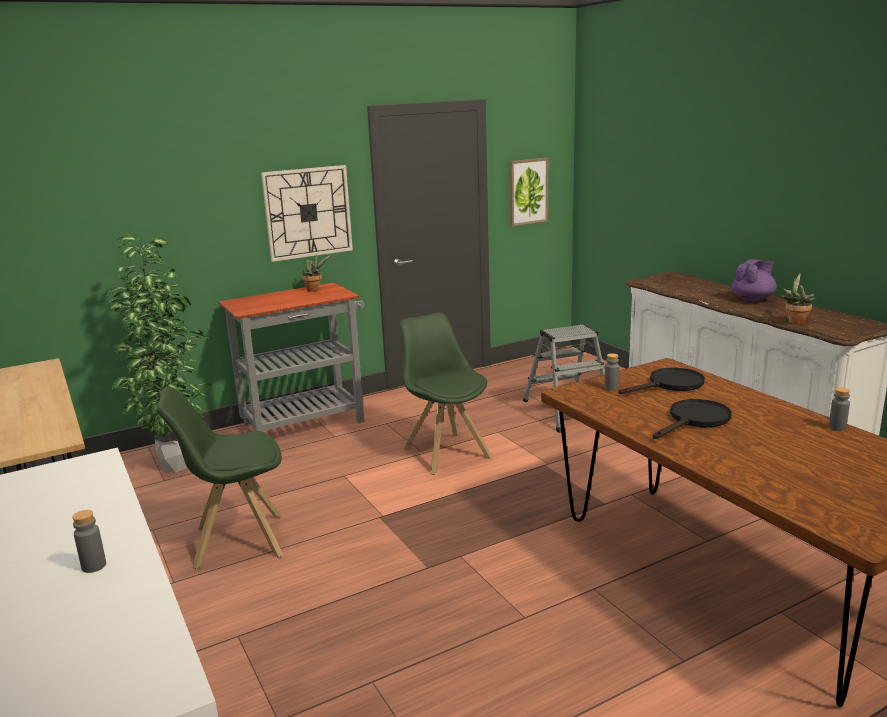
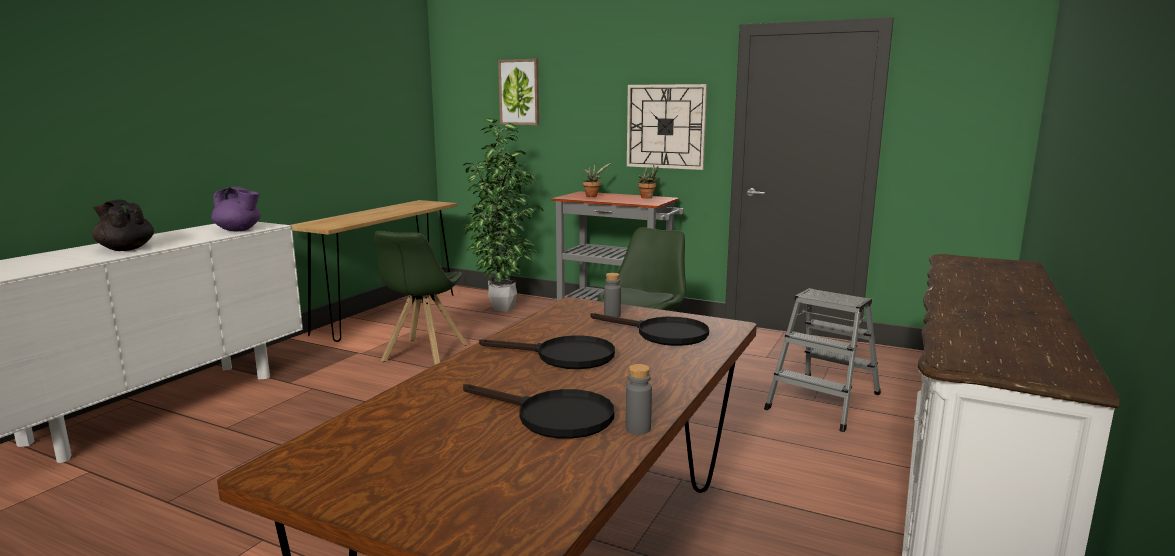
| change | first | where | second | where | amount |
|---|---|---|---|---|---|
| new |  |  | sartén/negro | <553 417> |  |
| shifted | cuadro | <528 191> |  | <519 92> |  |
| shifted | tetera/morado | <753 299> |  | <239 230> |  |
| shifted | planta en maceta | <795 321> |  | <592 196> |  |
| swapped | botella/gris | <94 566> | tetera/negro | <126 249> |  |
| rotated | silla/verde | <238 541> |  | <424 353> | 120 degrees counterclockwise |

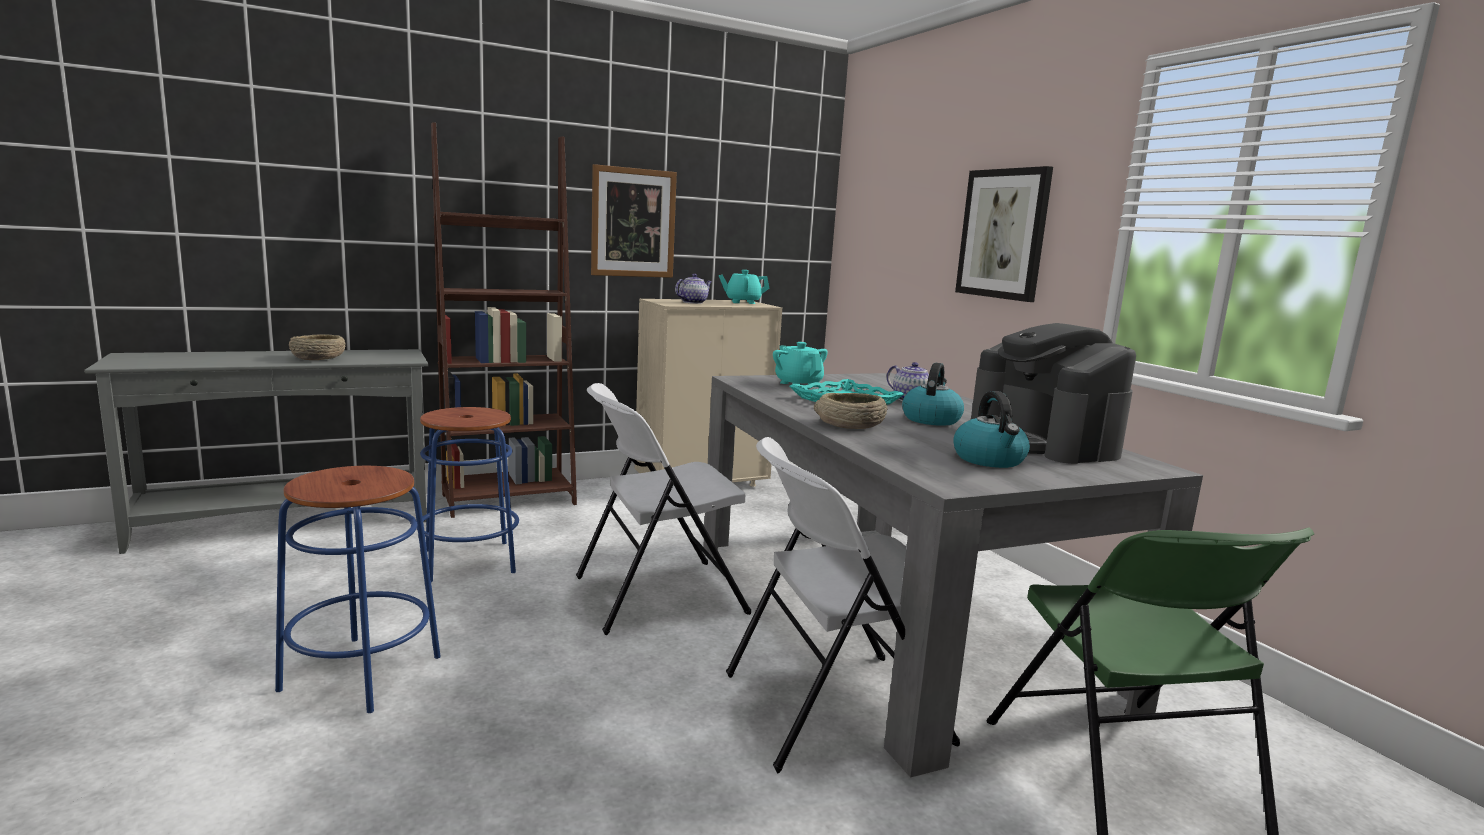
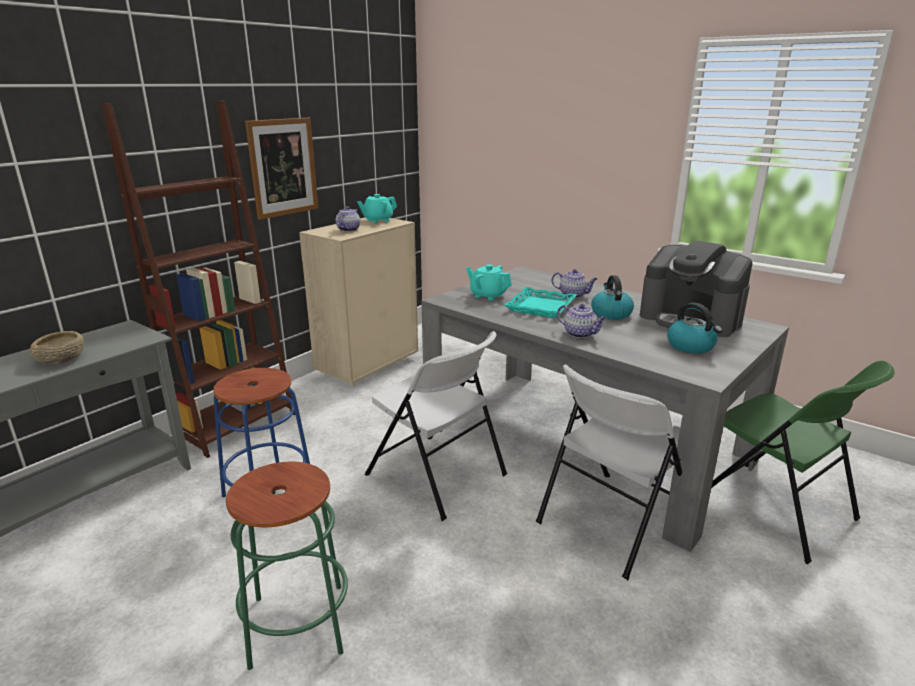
| change | first | where | second | where | amount |
|---|---|---|---|---|---|
| gone | cuadro | <1003 234> |  |  |  |
| swapped | cuenco/beis | <850 425> | tetera | <580 334> |  |
| repainted | taburete/azul | <361 673> | taburete/verde | <297 624> |  |
| rotated | silla/blanco | <660 594> |  | <435 475> | 90 degrees counterclockwise |

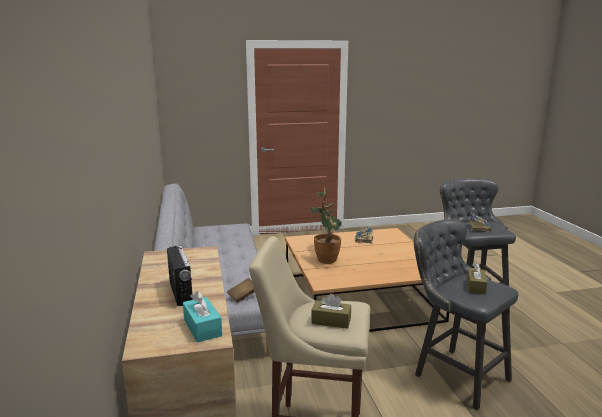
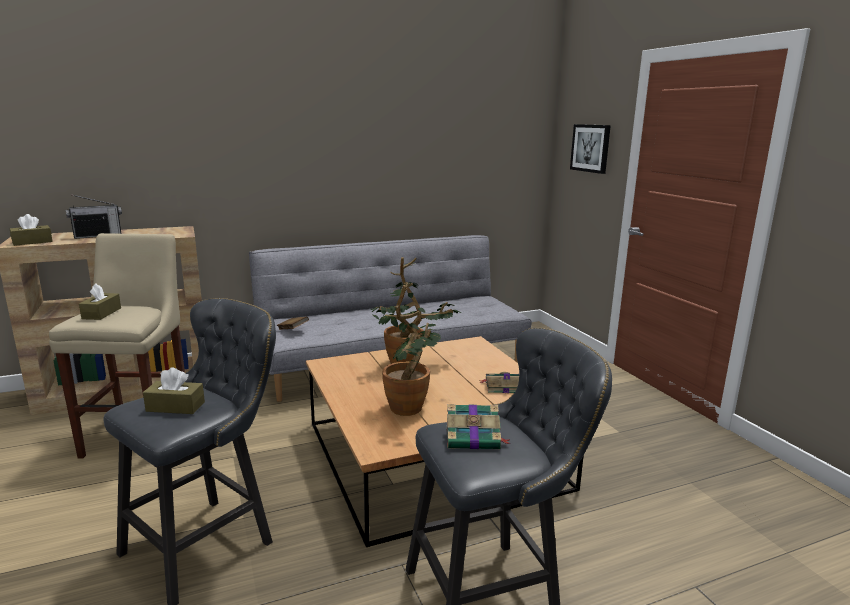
| change | first | where | second | where | amount |
|---|---|---|---|---|---|
| new |  |  | planta en maceta | <411 405> |  |
| new |  |  | cuadro | <590 148> |  |
| repainted | caja de pañuelos/turquesa | <202 327> | caja de pañuelos/marrón | <32 242> |  |

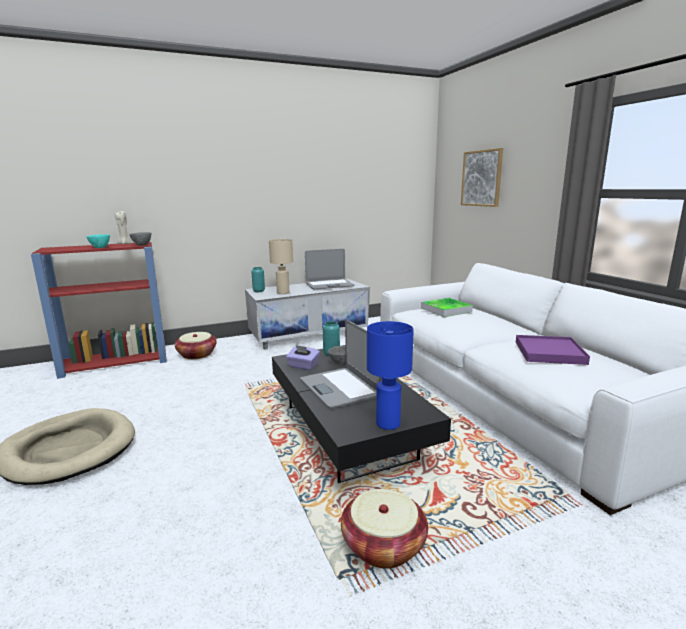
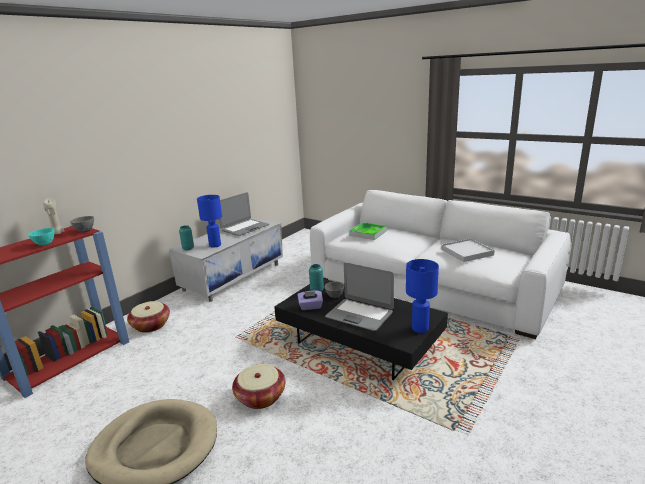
| change | first | where | second | where | amount |
|---|---|---|---|---|---|
| gone | cuadro | <482 178> |  |  |  |
| shifted | cesta | <383 545> |  | <260 397> |  |
| repainted | lámpara de mesa/beis | <283 293> | lámpara de mesa/azul | <215 245> |  |
| repainted | bandeja/morado | <549 352> | bandeja/blanco | <467 252> |  |

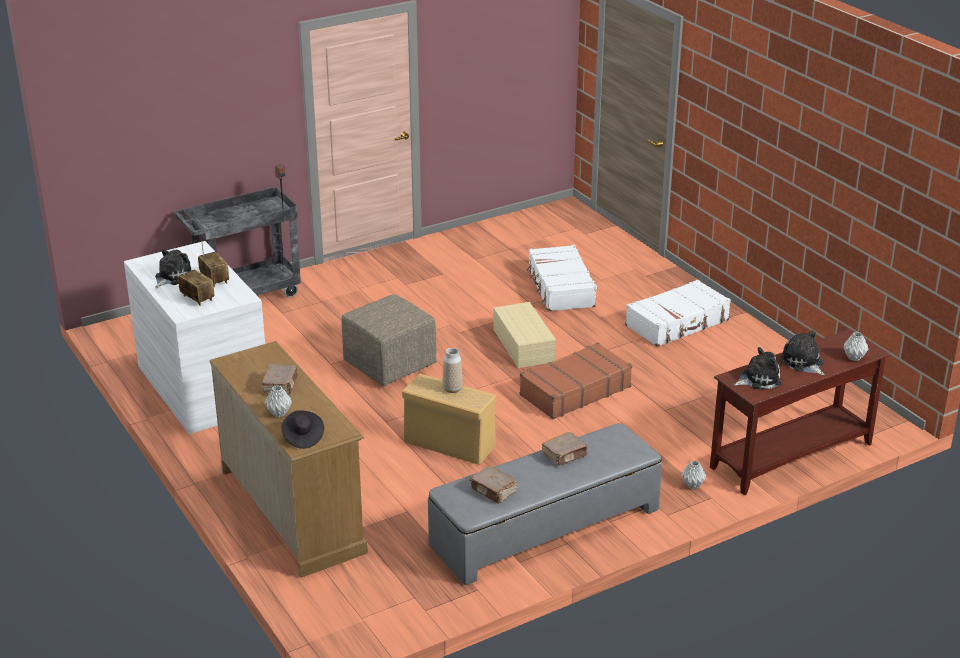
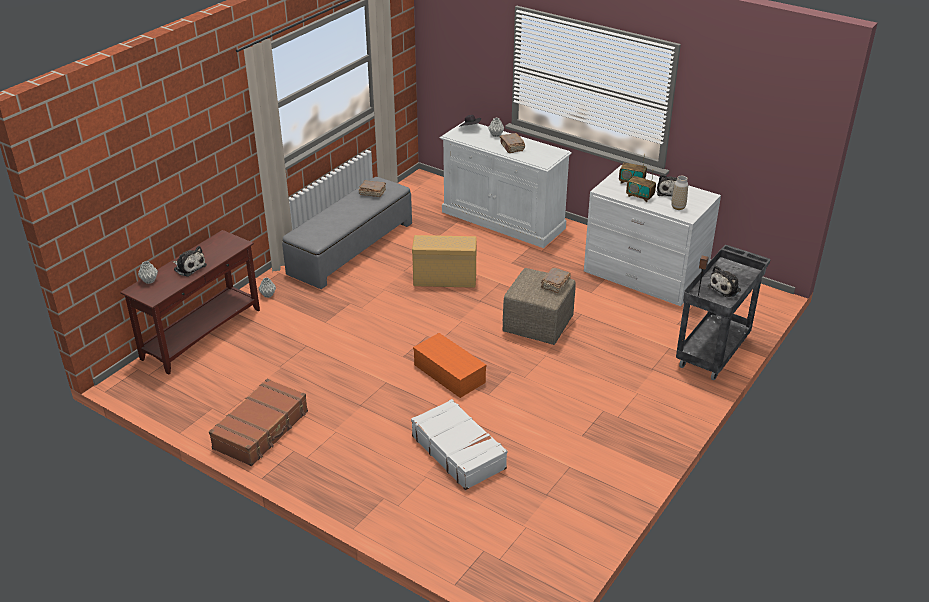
| change | first | where | second | where | amount |
|---|---|---|---|---|---|
| gone | maleta/blanco | <677 323> |  |  |  |
| shifted | florero | <452 389> |  | <678 207> |  |
| shifted | maleta/marrón | <574 391> |  | <262 430> |  |
| shifted | libro/marrón | <565 455> |  | <555 285> |  |
| shifted | peluche | <758 379> |  | <725 288> |  |
| repainted | armario/marrón | <292 510> | armario/blanco | <503 220> |  |
| repainted | caja de almacenaje/beis | <522 345> | caja de almacenaje/naranja | <450 374> |  |

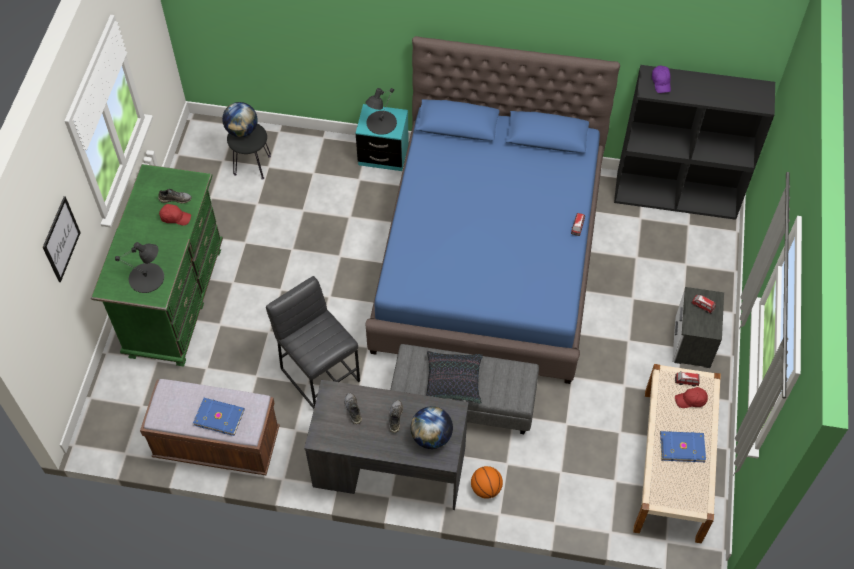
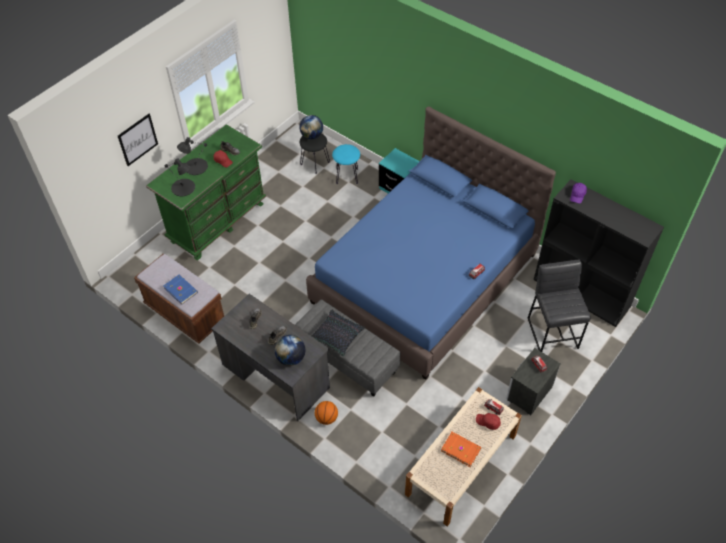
| change | first | where | second | where | amount |
|---|---|---|---|---|---|
| new |  |  | taburete/turquesa | <347 176> |  |
| shifted | taburete/gris | <319 373> |  | <552 332> |  |
| shifted | lámpara de mesa/negro | <381 123> |  | <195 166> |  |
| repainted | libro/azul | <681 446> | libro/naranja | <461 449> |  |

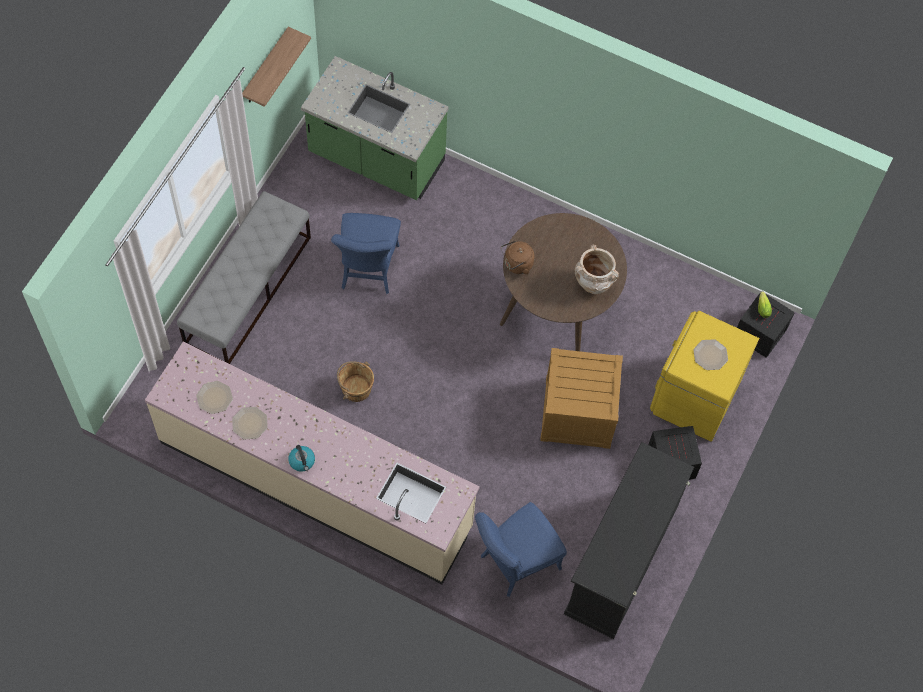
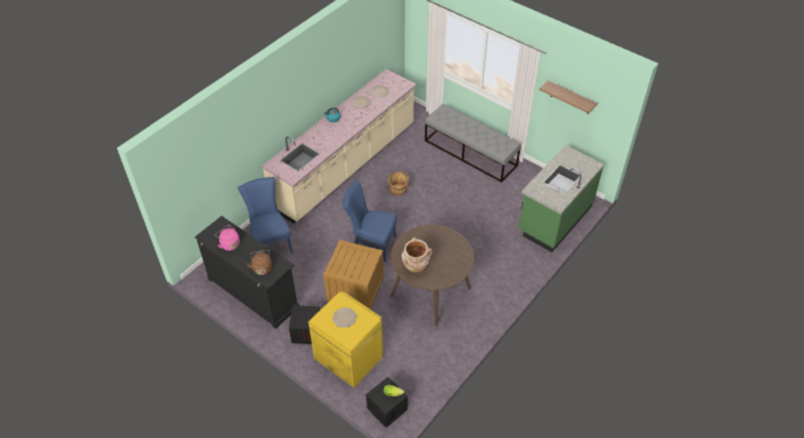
| change | first | where | second | where | amount |
|---|---|---|---|---|---|
| new |  |  | hervidor/rosa | <229 244> |  |
| shifted | silla/azul | <368 270> |  | <371 244> |  |
| shifted | hervidor/marrón | <517 264> |  | <262 268> |  |

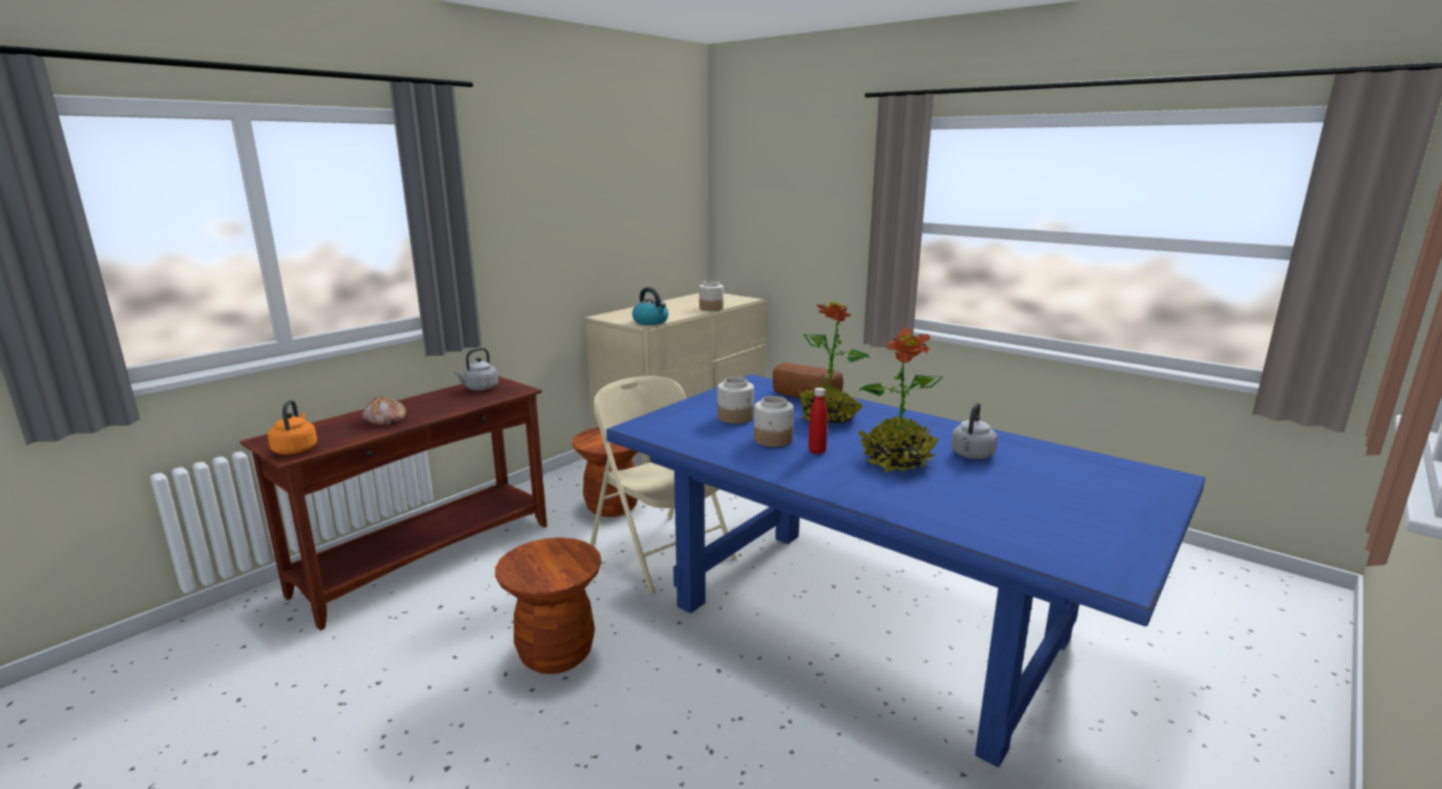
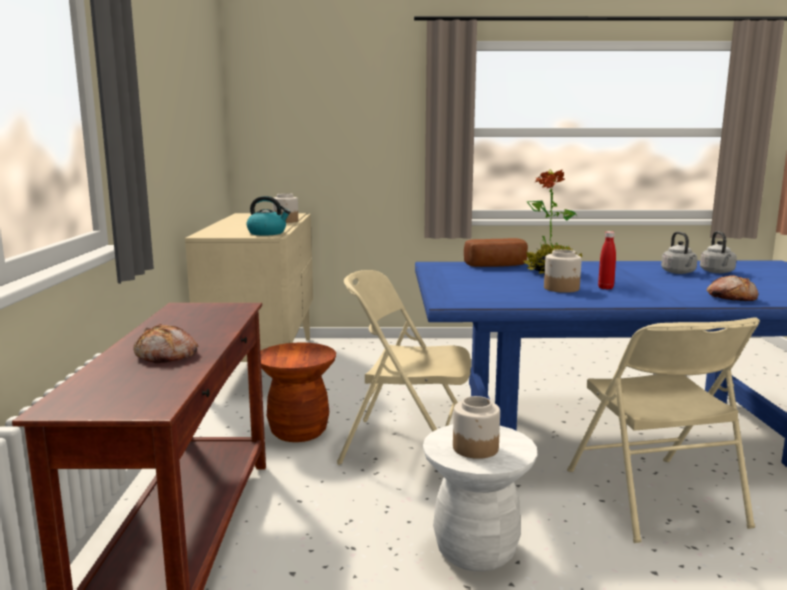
| change | first | where | second | where | amount |
|---|---|---|---|---|---|
| gone | hervidor/naranja | <296 449> |  |  |  |
| gone | planta en maceta | <896 460> |  |  |  |
| new |  |  | silla/beis | <652 497> |  |
| new |  |  | pan | <731 298> |  |
| shifted | hervidor/gris | <479 388> |  | <717 272> |  |
| shifted | tarro | <736 417> |  | <476 448> |  |
| repainted | taburete/marrón | <556 653> | taburete/blanco | <476 550> |  |

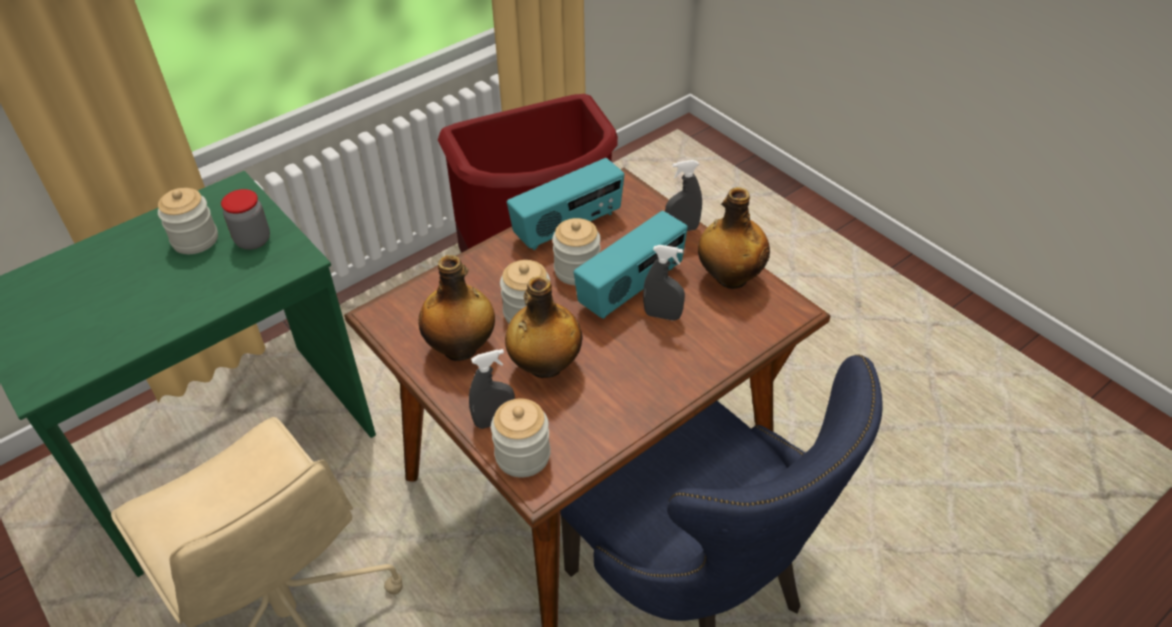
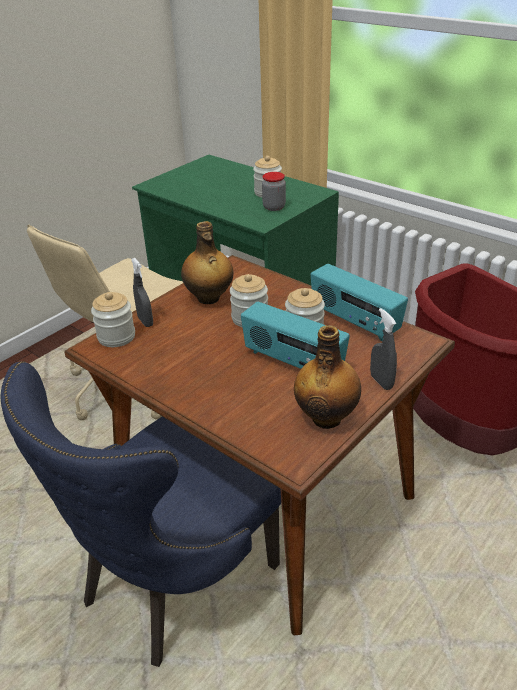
| change | first | where | second | where | amount |
|---|---|---|---|---|---|
| gone | botella | <544 366> |  |  |  |
| gone | pulverizador/gris | <662 315> |  |  |  |

